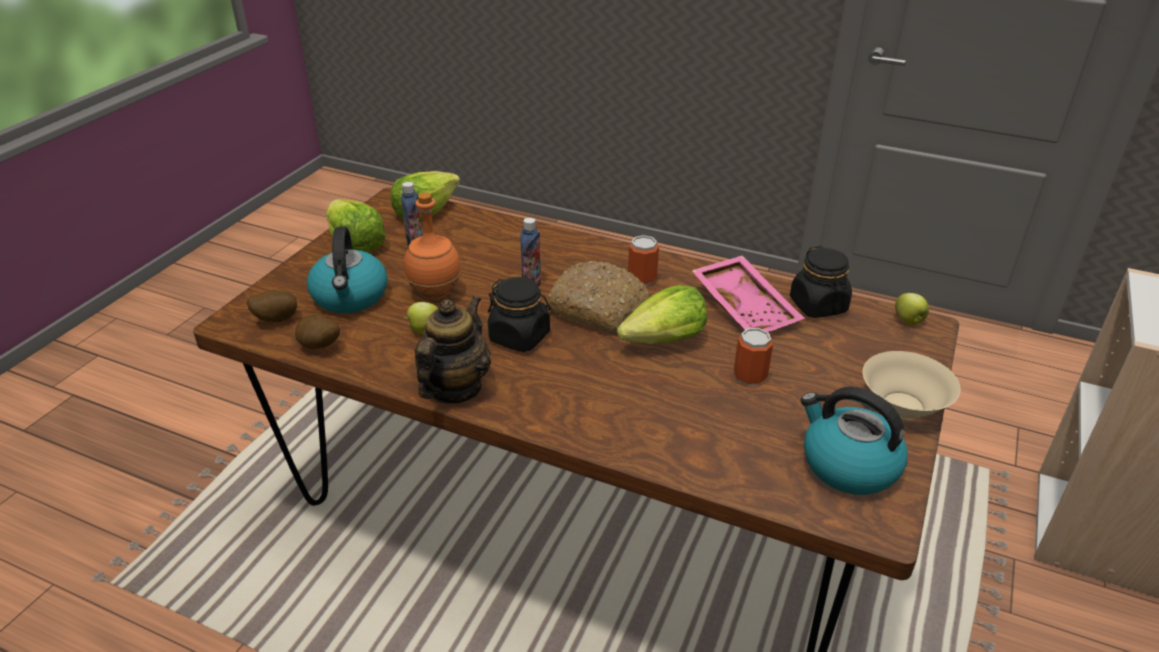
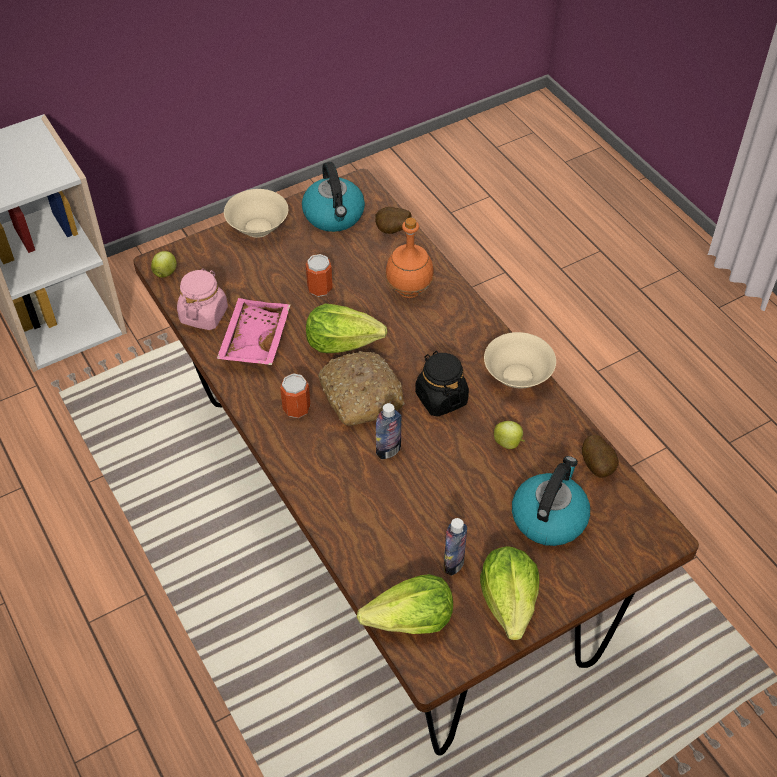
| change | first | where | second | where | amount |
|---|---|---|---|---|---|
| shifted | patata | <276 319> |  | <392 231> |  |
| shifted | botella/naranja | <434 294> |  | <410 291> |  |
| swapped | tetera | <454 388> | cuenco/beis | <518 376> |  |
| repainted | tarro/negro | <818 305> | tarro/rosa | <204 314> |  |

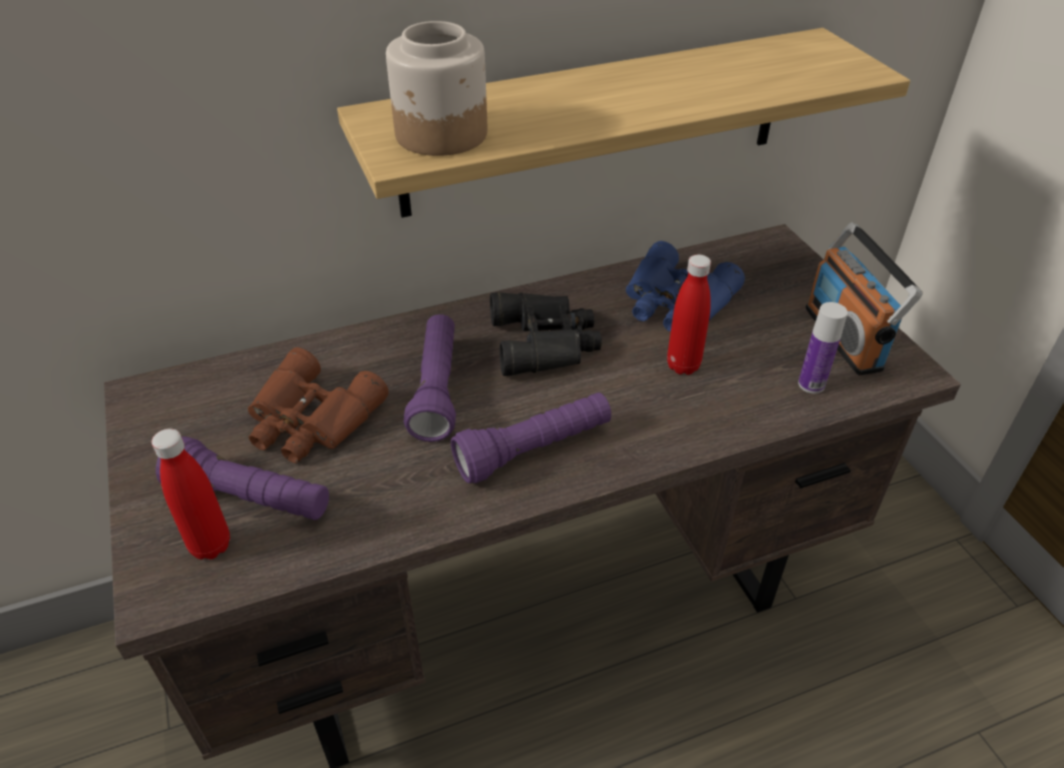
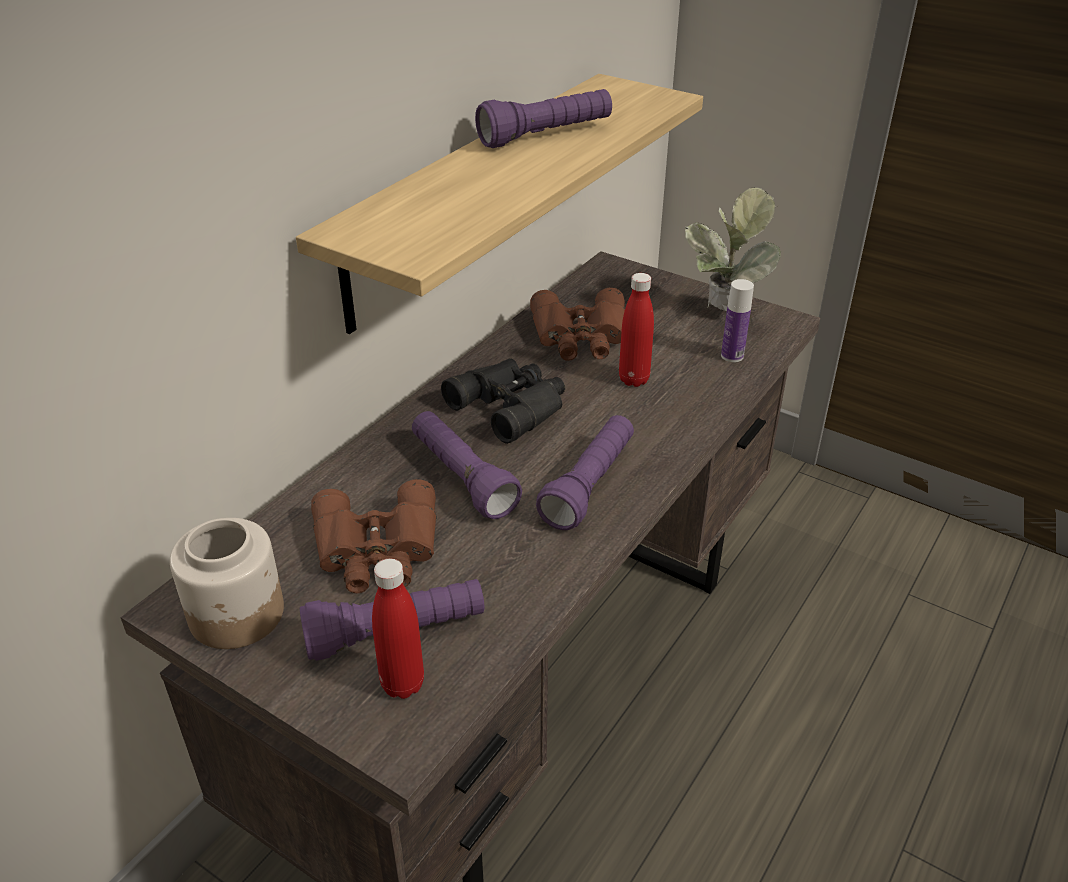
| change | first | where | second | where | amount |
|---|---|---|---|---|---|
| new |  |  | linterna/morado | <546 135> |  |
| shifted | tarro | <441 135> |  | <237 614> |  |
| swapped | radio | <844 338> | planta en maceta | <722 316> |  |
| repainted | prismáticos/azul | <675 302> | prismáticos/marrón | <580 337> |  |

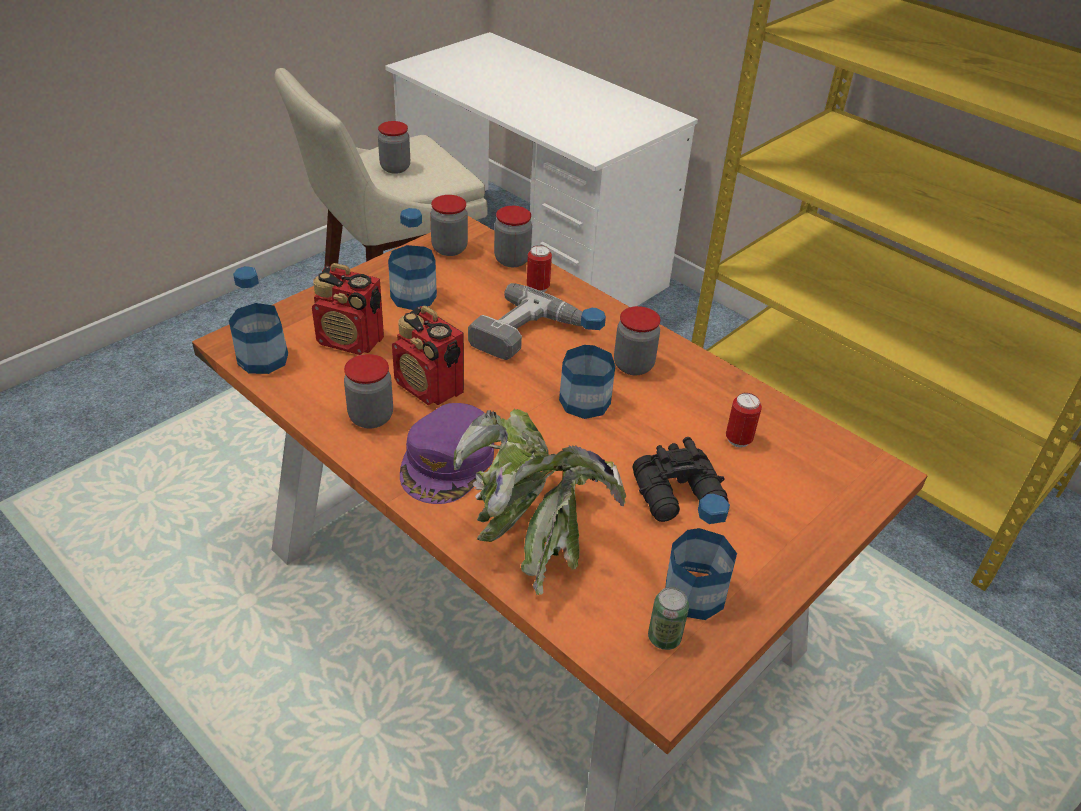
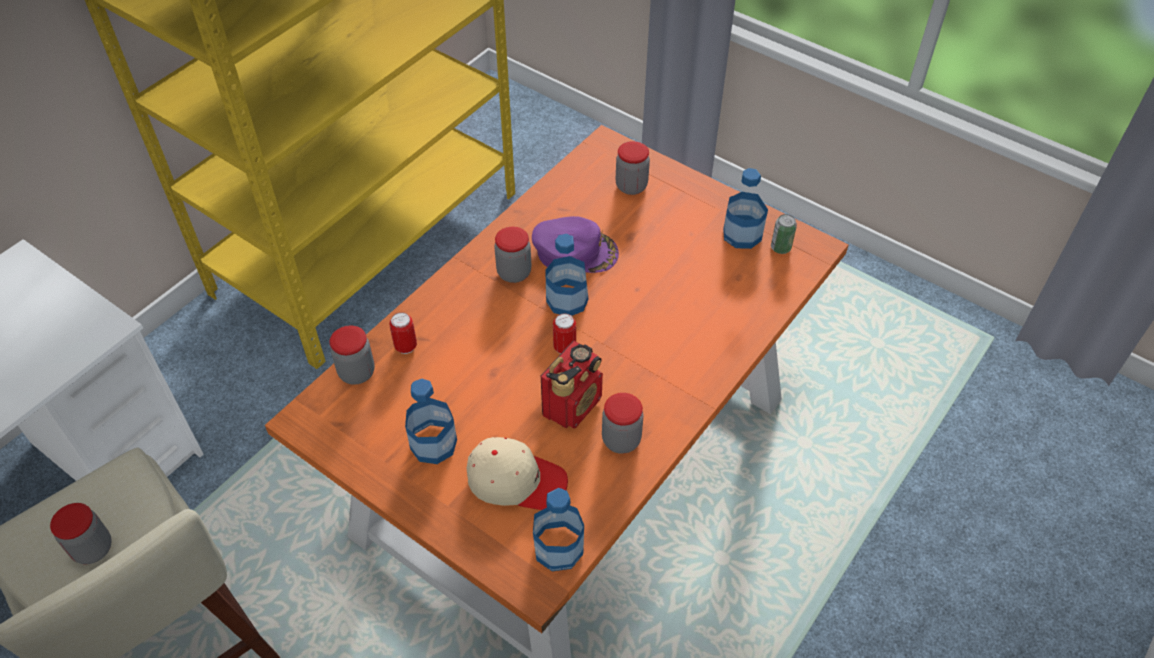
| change | first | where | second | where | amount |
|---|---|---|---|---|---|
| gone | planta en maceta | <536 534> |  |  |  |
| gone | taladro | <529 336> |  |  |  |
| gone | prismáticos/negro | <680 495> |  |  |  |
| shifted | gorra/morado | <448 461> |  | <575 251> |  |
| shifted | tarro | <449 248> |  | <631 186> |  |
| shifted | lata | <738 440> |  | <564 348> |  |
| swapped | radio | <351 341> | gorra/beis | <516 480> |  |

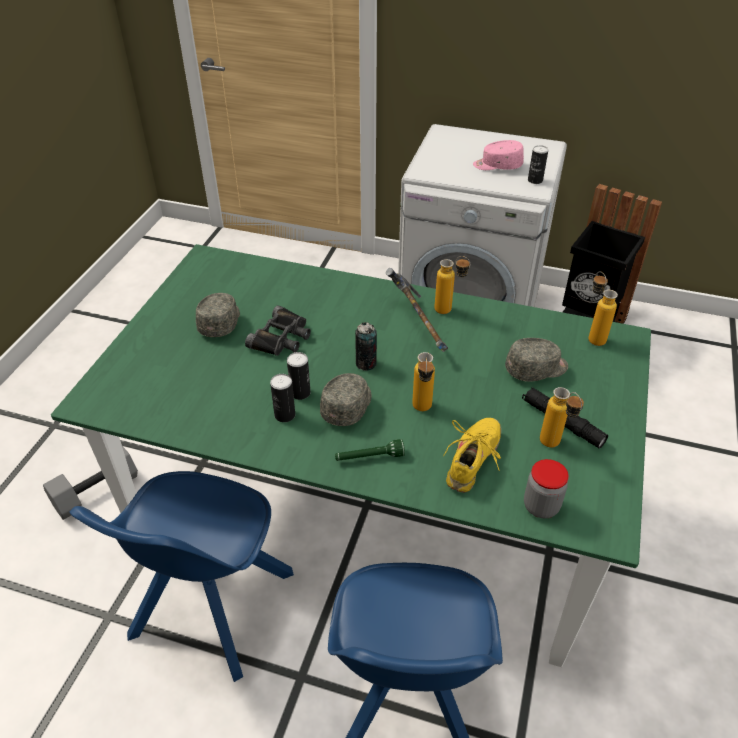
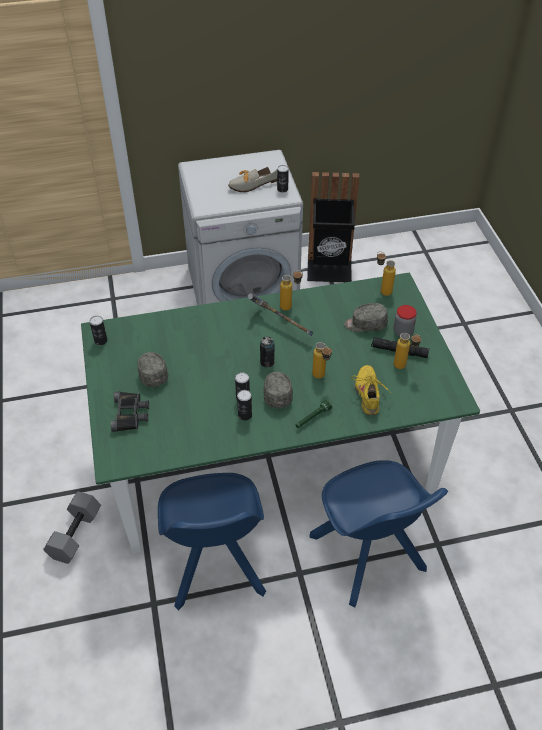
| change | first | where | second | where | amount |
|---|---|---|---|---|---|
| new |  |  | lata | <101 341> |  |
| shifted | prismáticos/negro | <282 338> |  | <130 414> |  |
| shifted | tarro | <541 506> |  | <403 332> |  |
| swapped | gorra/rosa | <497 165> | zapato | <250 185> |  |
| rotated | gorra/gris | <536 369> |  | <365 324> | 135 degrees counterclockwise |

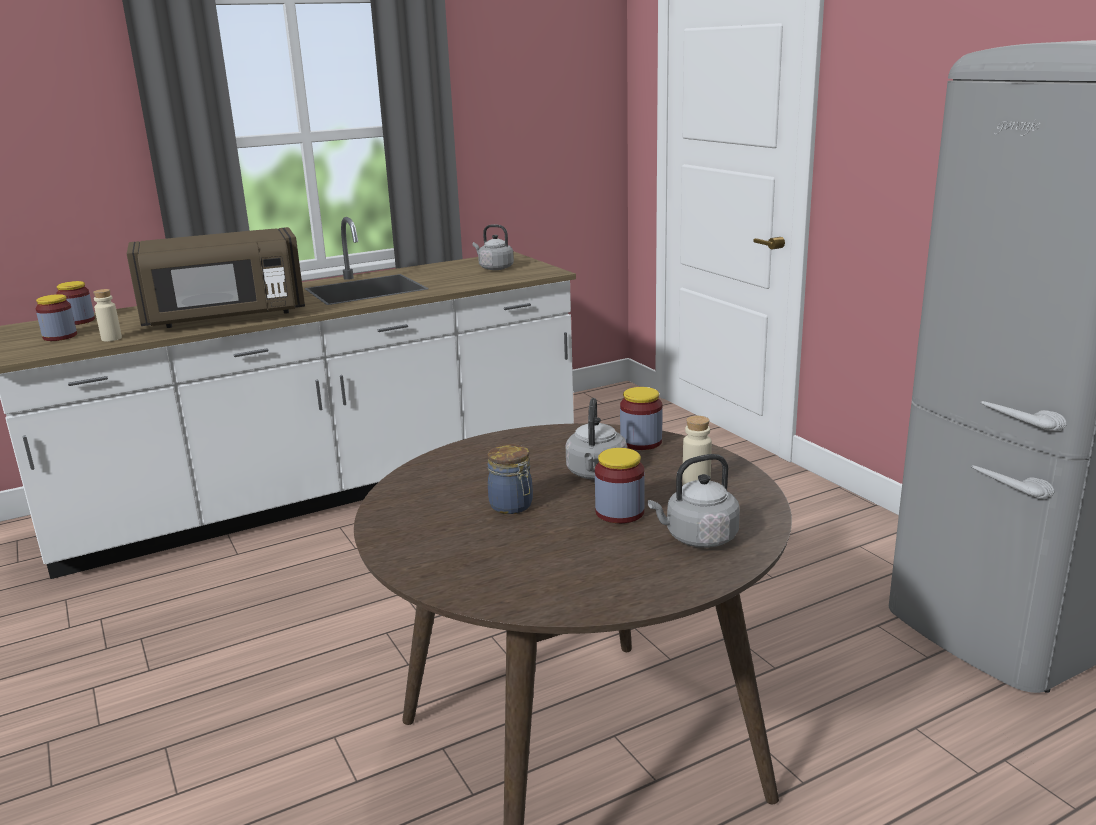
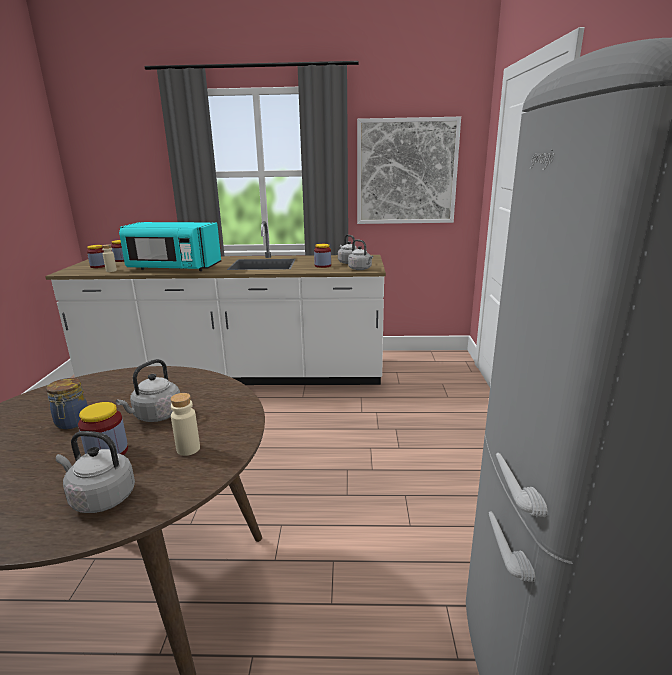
| change | first | where | second | where | amount |
|---|---|---|---|---|---|
| new |  |  | hervidor/gris | <360 269> |  |
| new |  |  | cuadro | <406 172> |  |
| shifted | tarro | <641 442> |  | <322 266> |  |
| repainted | microondas/marrón | <224 317> | microondas/turquesa | <173 268> |  |

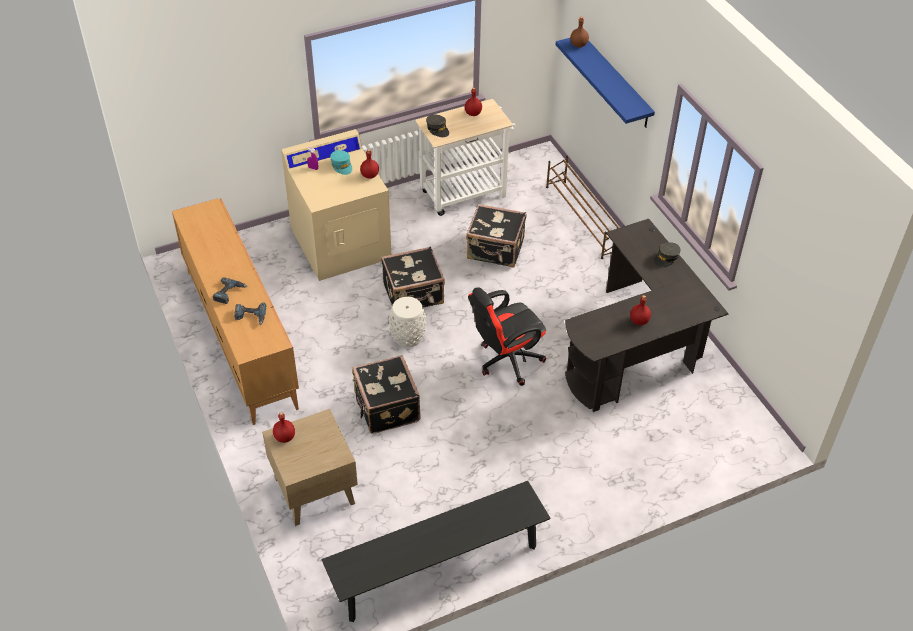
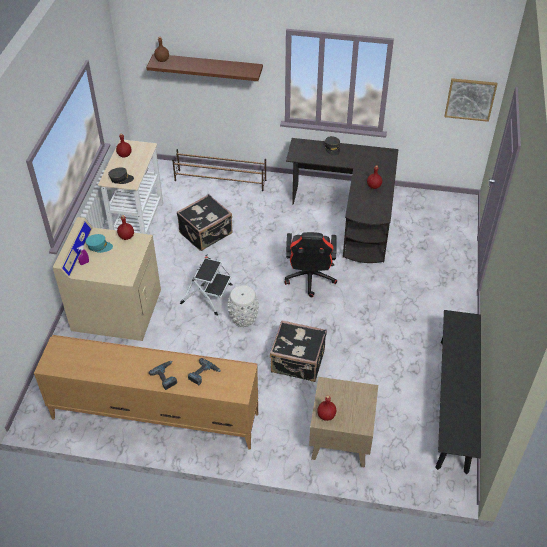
| change | first | where | second | where | amount |
|---|---|---|---|---|---|
| new |  |  | cuadro | <470 99> |  |
| swapped | maleta/negro | <414 294> | escalera de tijera | <207 295> |  |
| repainted | estante/azul | <616 82> | estante/marrón | <208 67> |  |

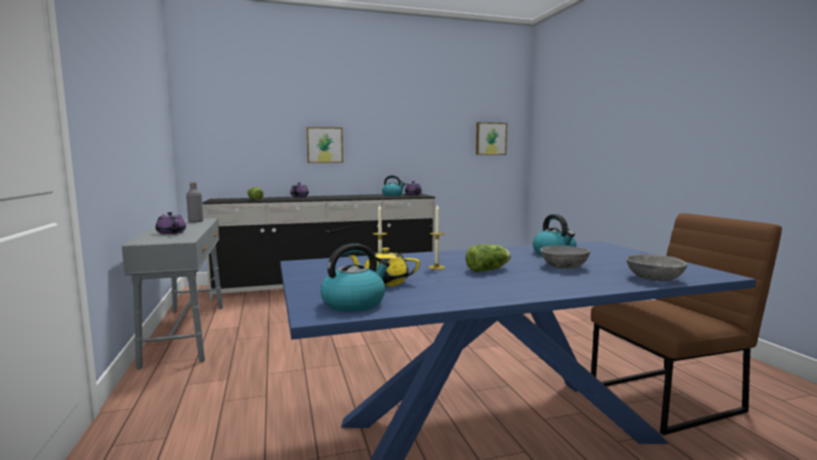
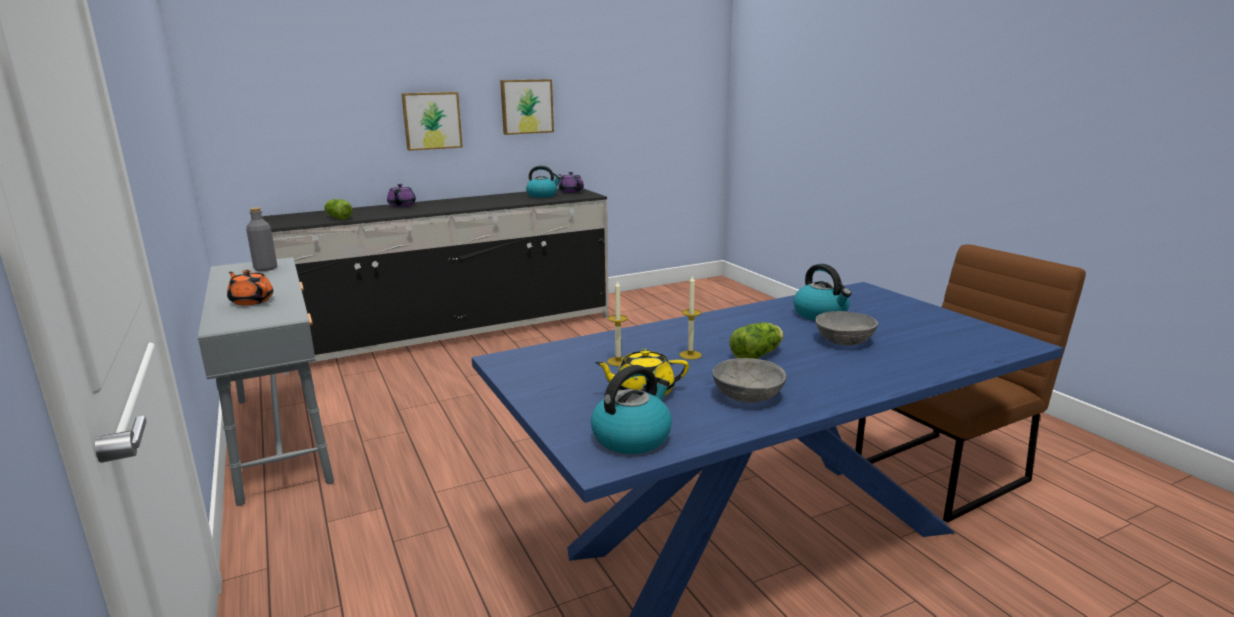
| change | first | where | second | where | amount |
|---|---|---|---|---|---|
| shifted | cuadro | <490 138> |  | <526 106> |  |
| shifted | cuenco/gris | <653 278> |  | <747 396> |  |
| repainted | tetera/morado | <171 233> | tetera/naranja | <251 301> |  |

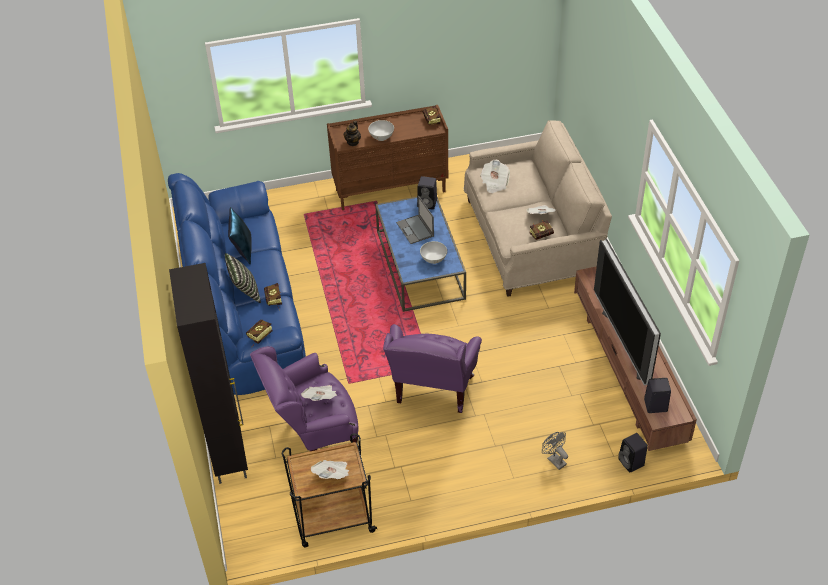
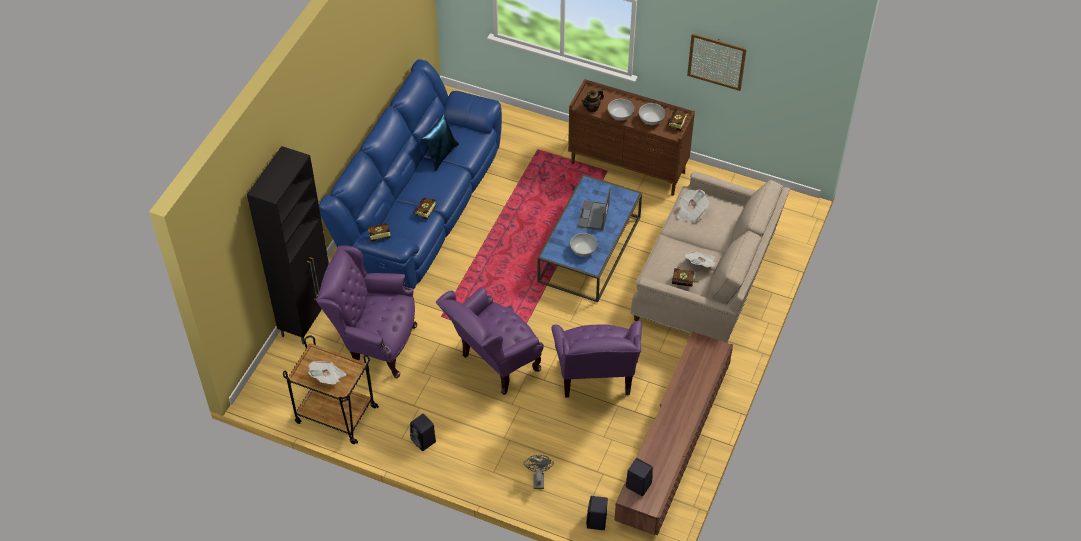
| change | first | where | second | where | amount |
|---|---|---|---|---|---|
| gone | cojín | <244 291> |  |  |  |
| gone | periódico | <320 398> |  |  |  |
| gone | televisor | <627 343> |  |  |  |
| new |  |  | sillón/morado | <596 385> |  |
| new |  |  | cuenco/blanco | <651 121> |  |
| new |  |  | cuadro | <716 60> |  |
| shifted | altavoz/negro | <428 203> |  | <424 441> |  |

